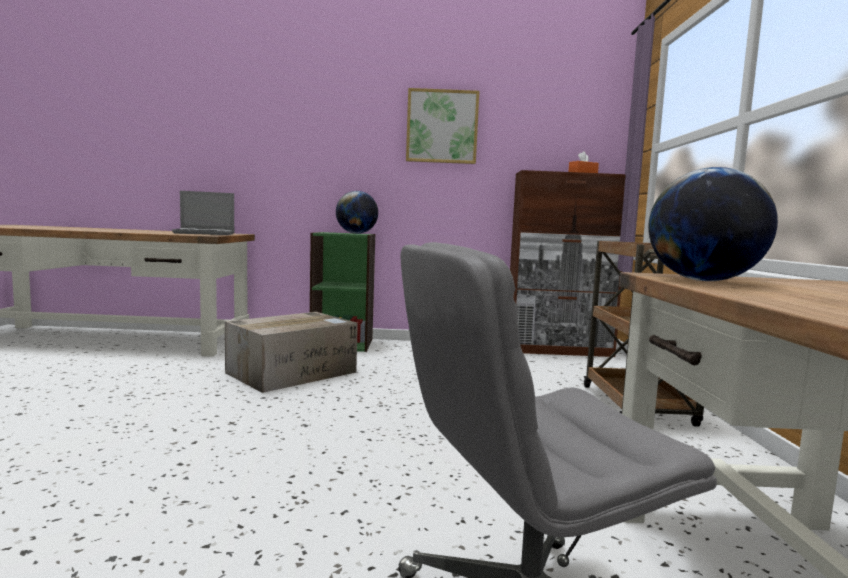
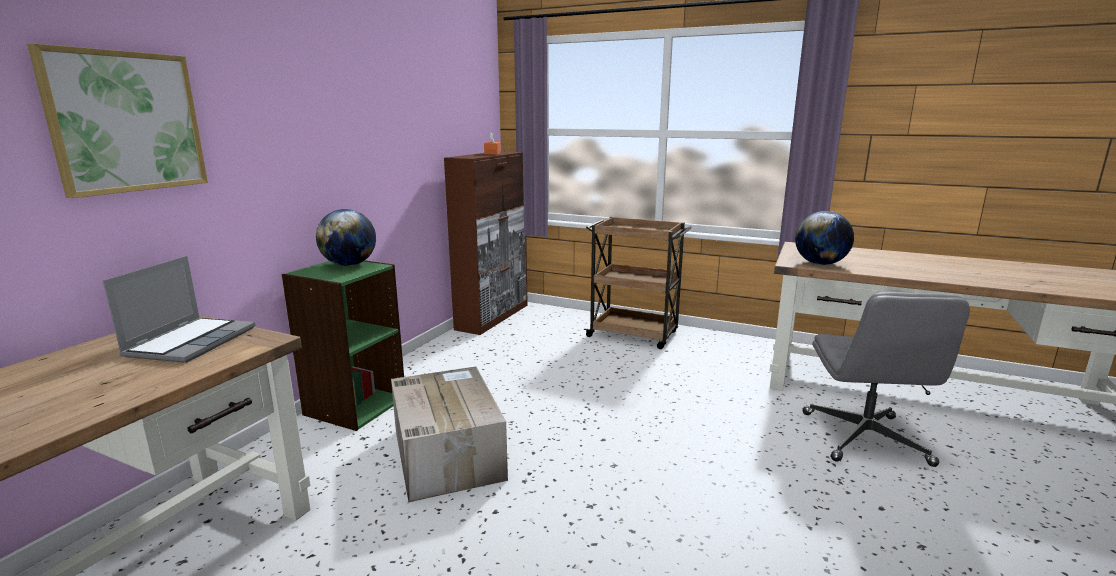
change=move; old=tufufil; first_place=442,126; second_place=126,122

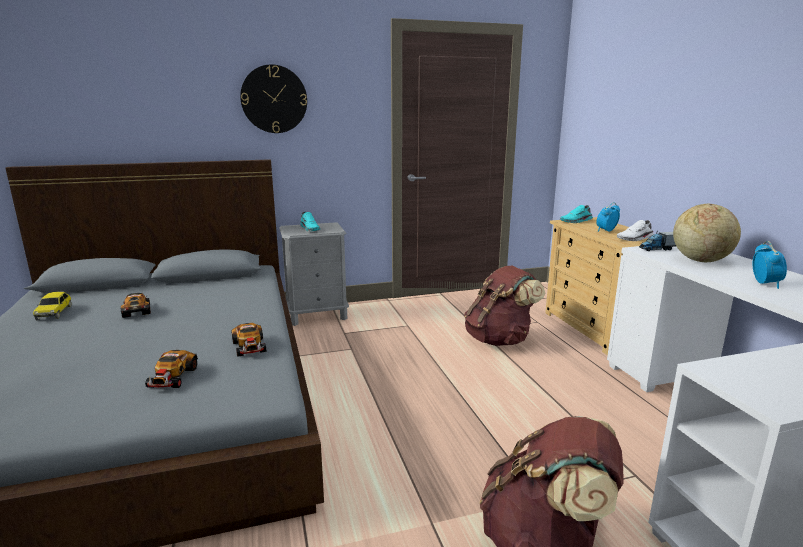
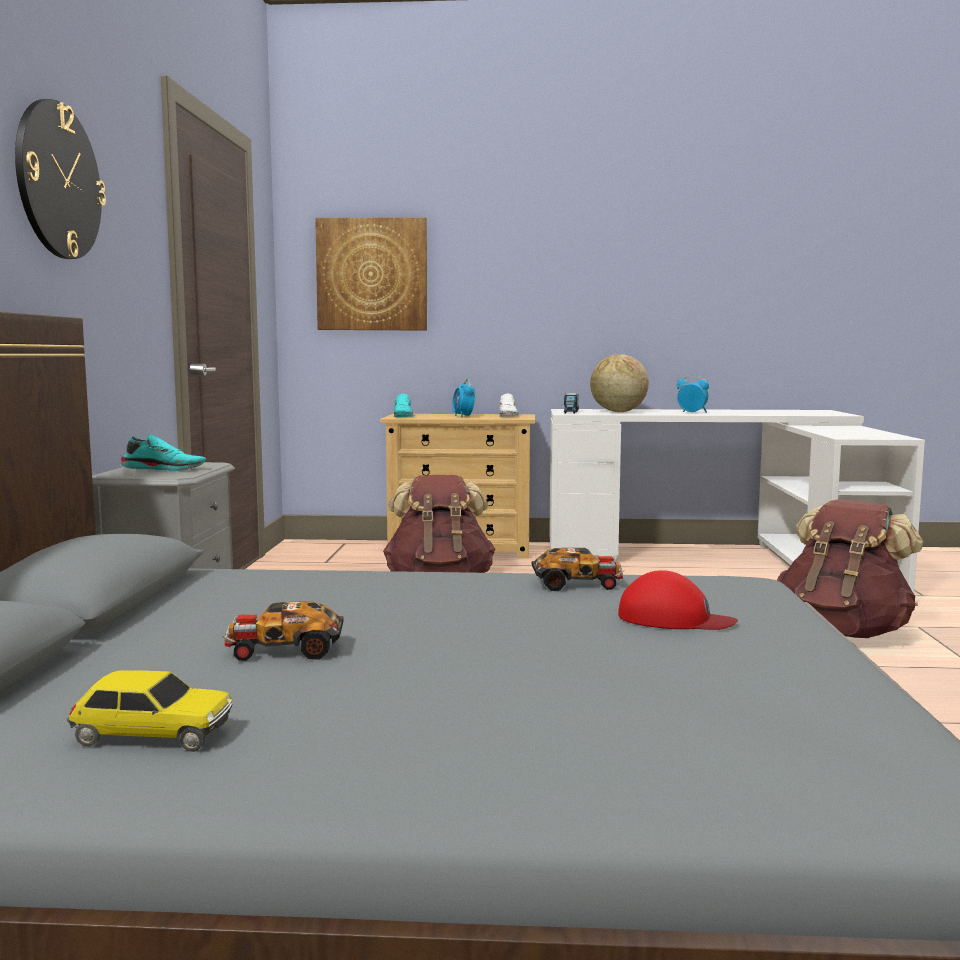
change=insert; new=tufufil; second_place=372,274
change=replace; old=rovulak; new=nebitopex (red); first_place=172,377; second_place=674,619

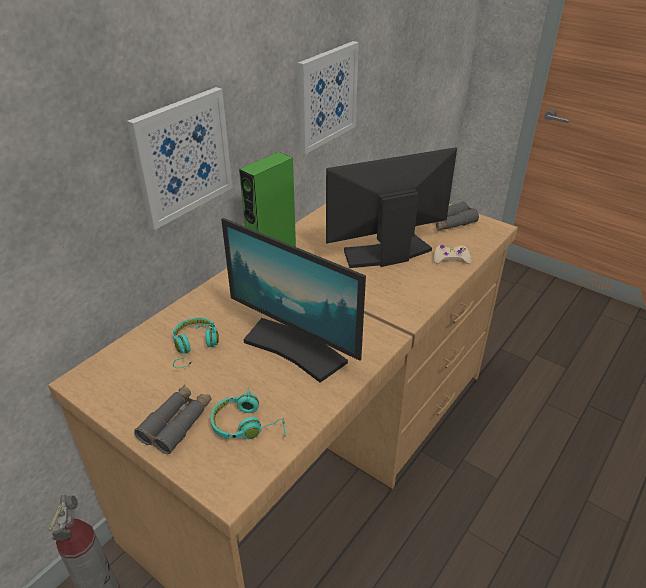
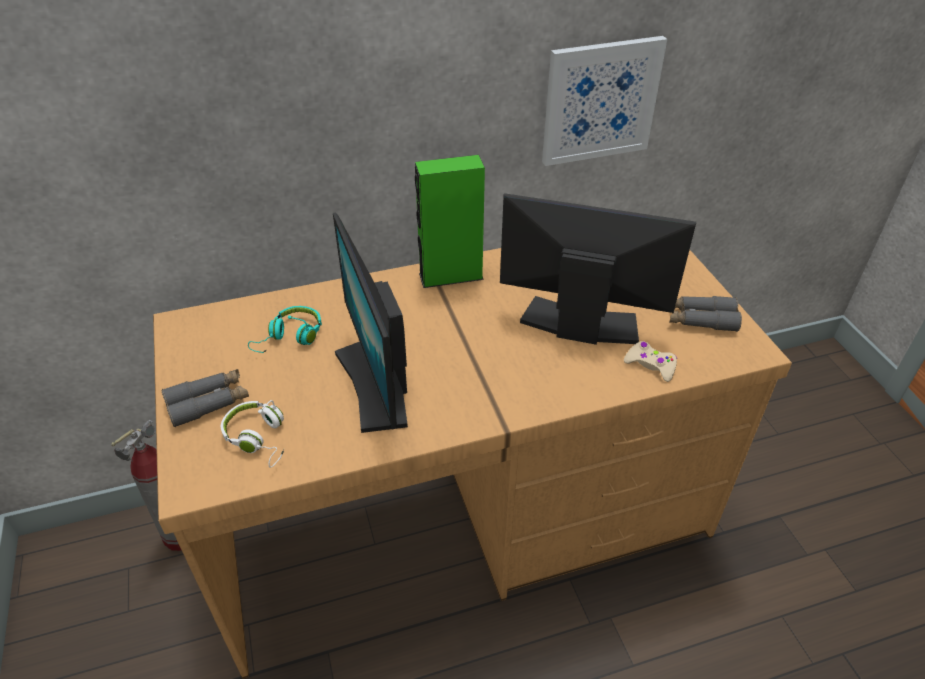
change=recolor; old=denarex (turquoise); new=denarex (white); first_place=248,425; second_place=259,438
change=delete; old=tufufil; first_place=182,157

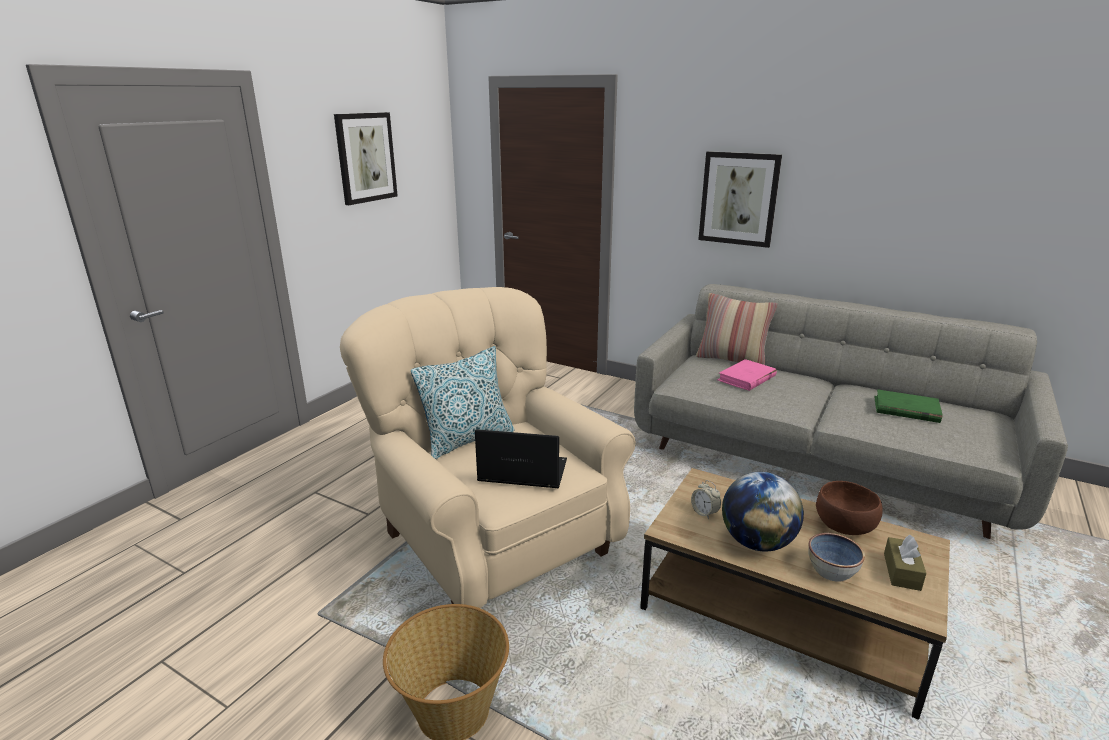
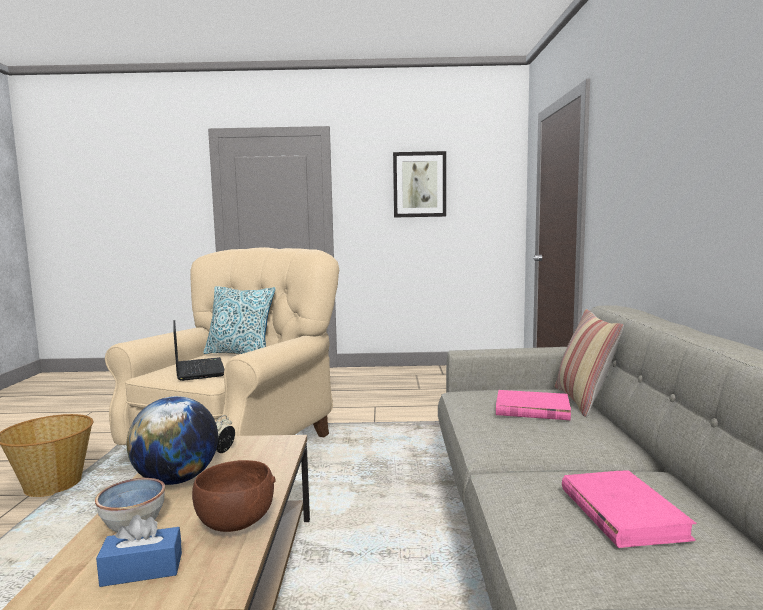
change=recolor; old=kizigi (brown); new=kizigi (blue); first_place=901,571; second_place=142,569
change=recolor; old=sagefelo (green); new=sagefelo (pink); first_place=906,409; second_place=622,513
change=delete; old=tufufil; first_place=738,199

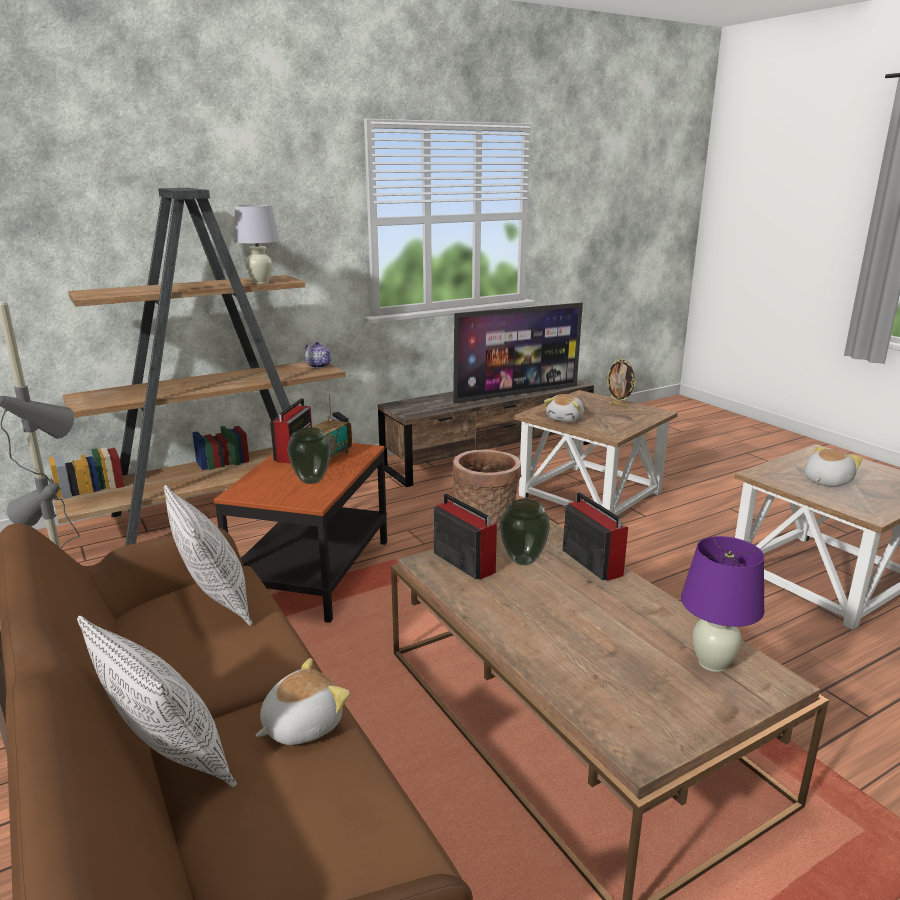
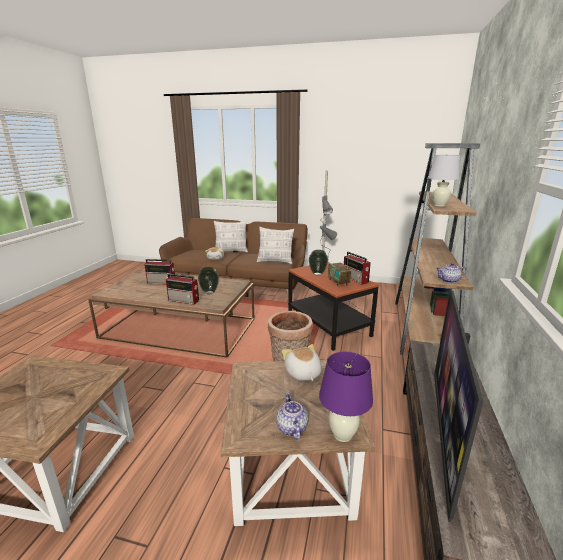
change=move; old=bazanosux; first_place=463,562; second_place=162,282
change=replace; old=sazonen; new=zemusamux; first_place=618,405; second_place=291,428
change=move; old=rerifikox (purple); first_place=712,663; second_place=343,435
change=delete; old=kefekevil; first_place=825,481

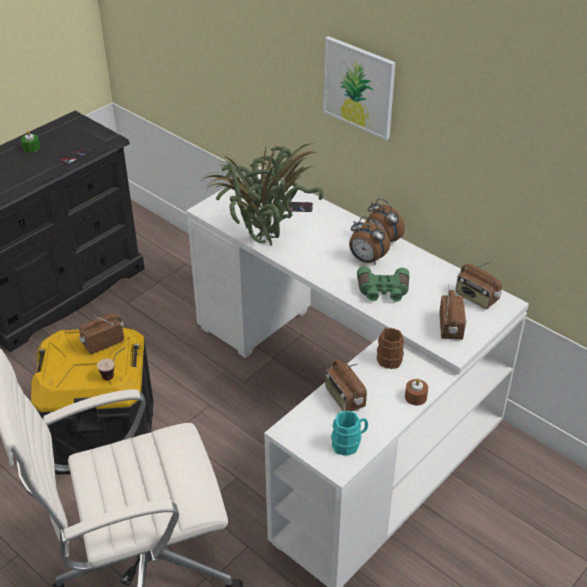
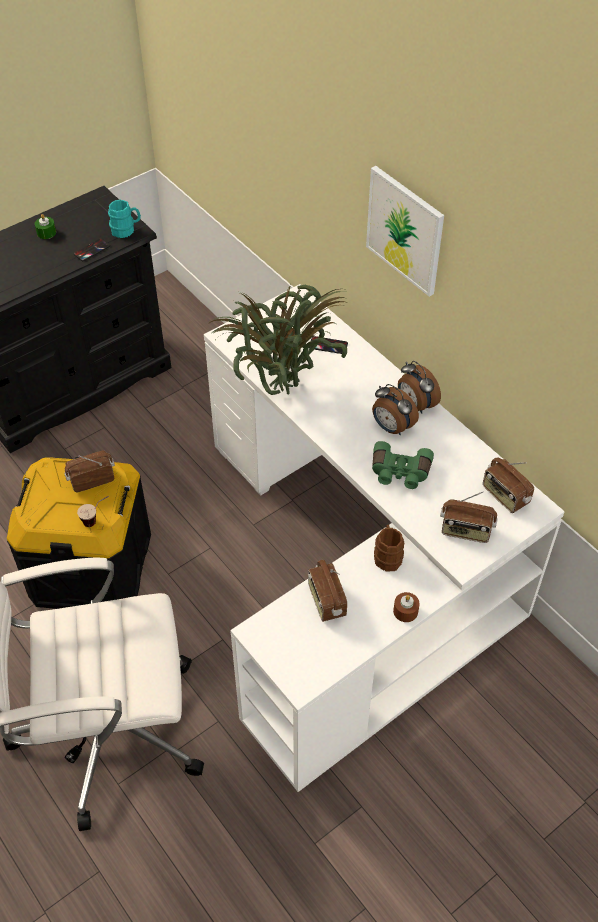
change=move; old=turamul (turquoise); first_place=349,443; second_place=126,230
change=rotate; old=bazanosux; first_place=451,328; second_place=465,531; degrees=90

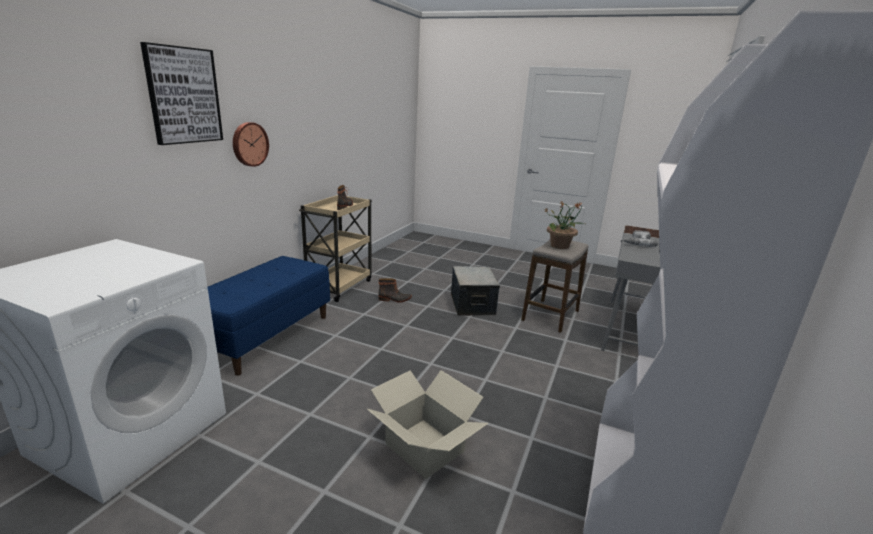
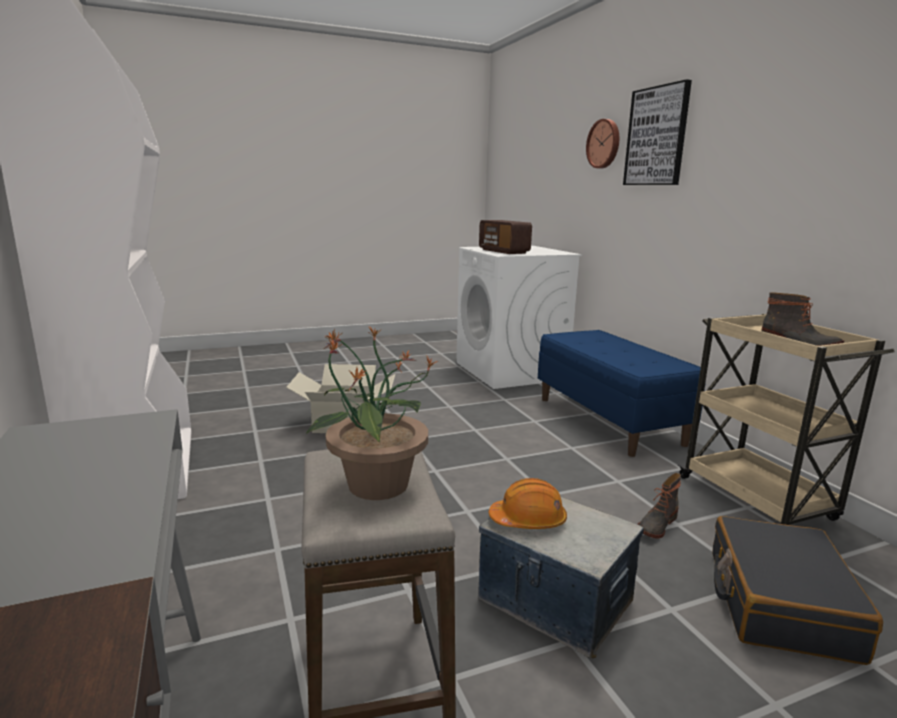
change=insert; new=bazanosux; second_place=504,251
change=insert; new=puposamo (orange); second_place=528,520
change=move; old=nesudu; first_place=249,144; second_place=604,144
change=insert; new=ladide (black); second_place=779,603
change=delete; old=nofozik; first_place=637,242

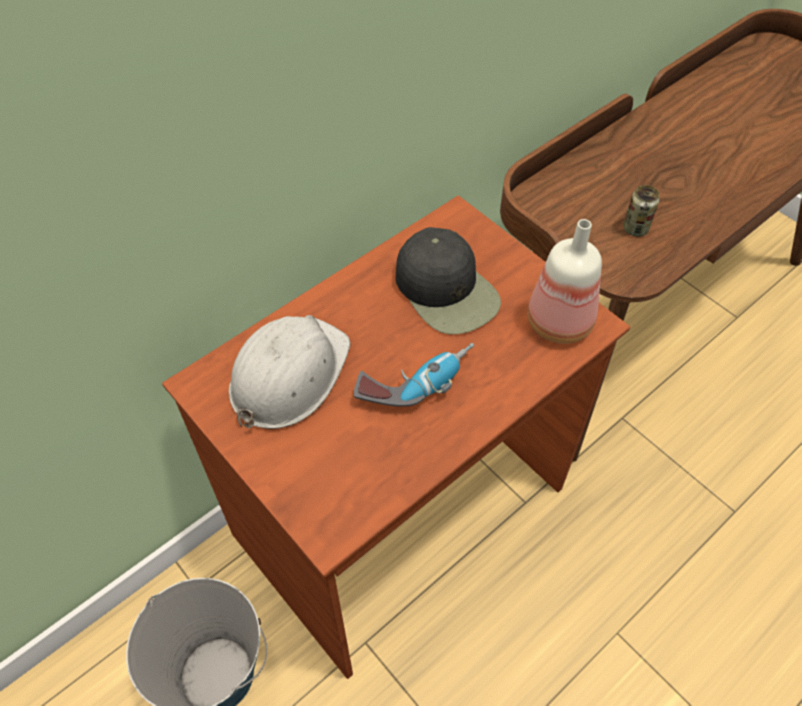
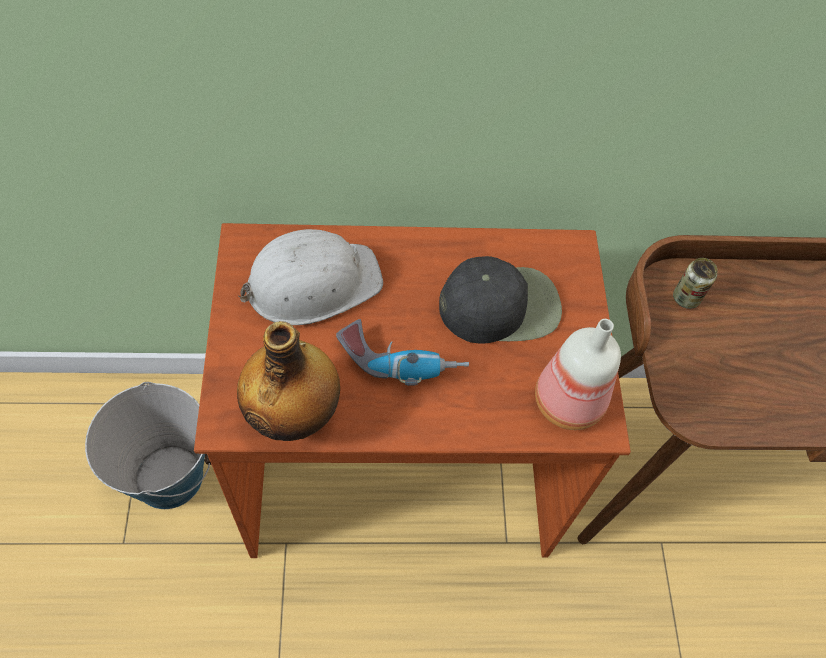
change=insert; new=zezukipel; second_place=294,414
change=rotate; old=nebitopex (black); first_place=447,290; second_place=500,305; degrees=-105
change=move; old=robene; first_place=635,229; second_place=686,298

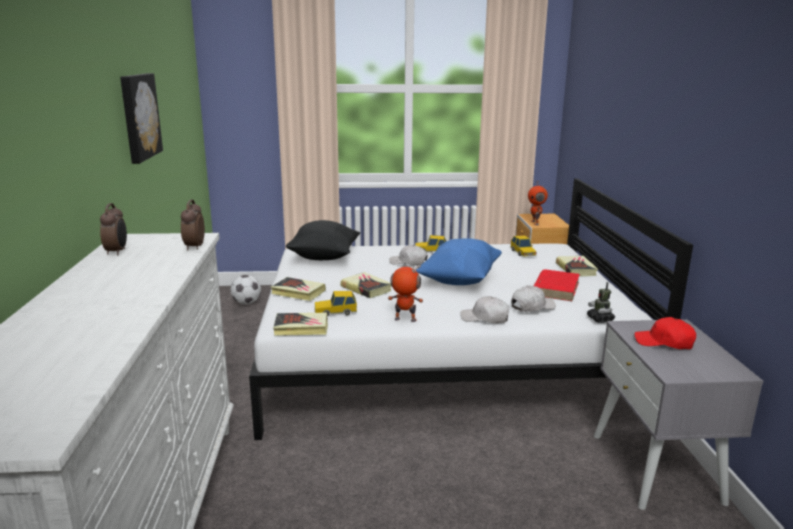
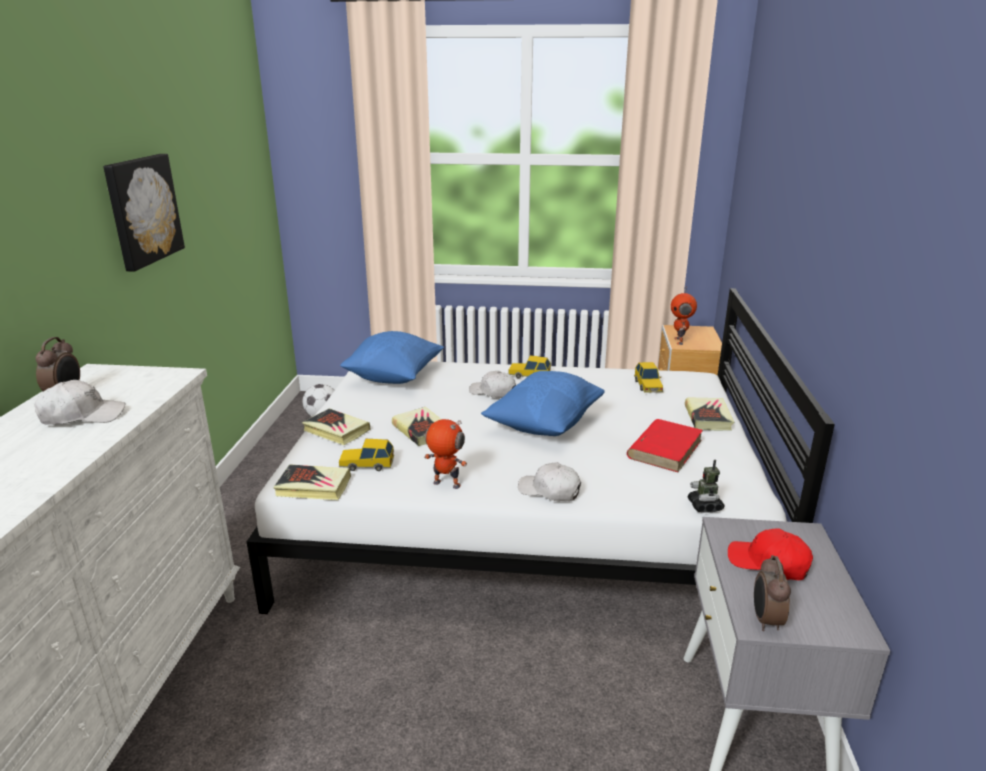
change=move; old=nebitopex (white); first_place=532,307; second_place=82,416
change=recolor; old=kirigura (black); new=kirigura (blue); first_place=325,257; second_place=394,378
change=move; old=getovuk; first_place=194,247; second_place=765,620

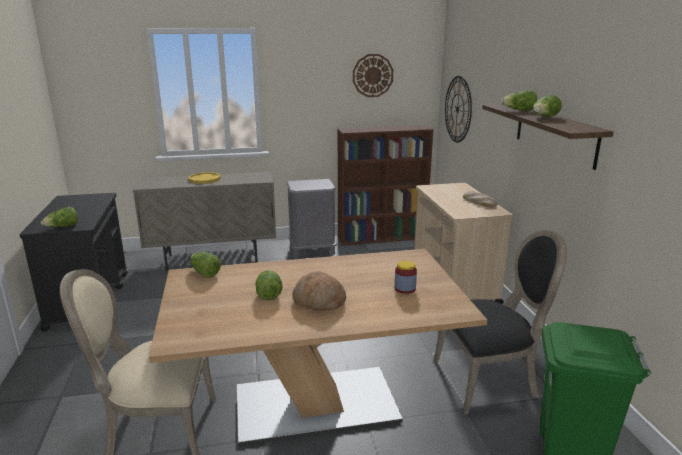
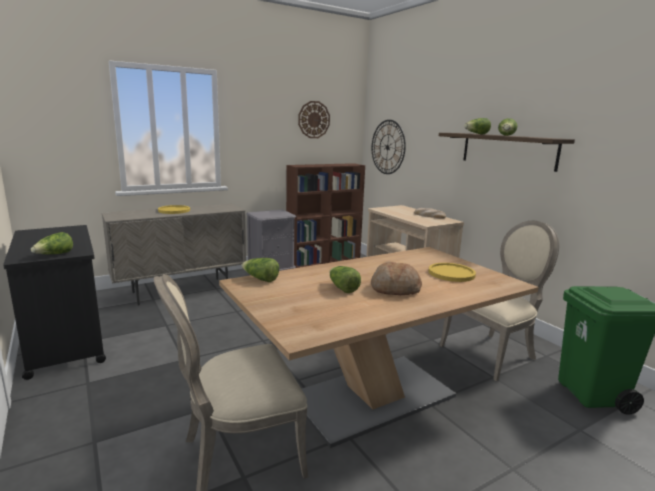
change=replace; old=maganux; new=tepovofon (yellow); first_place=405,288; second_place=451,273
change=recolor; old=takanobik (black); new=takanobik (beige); first_place=489,380; second_place=492,353

